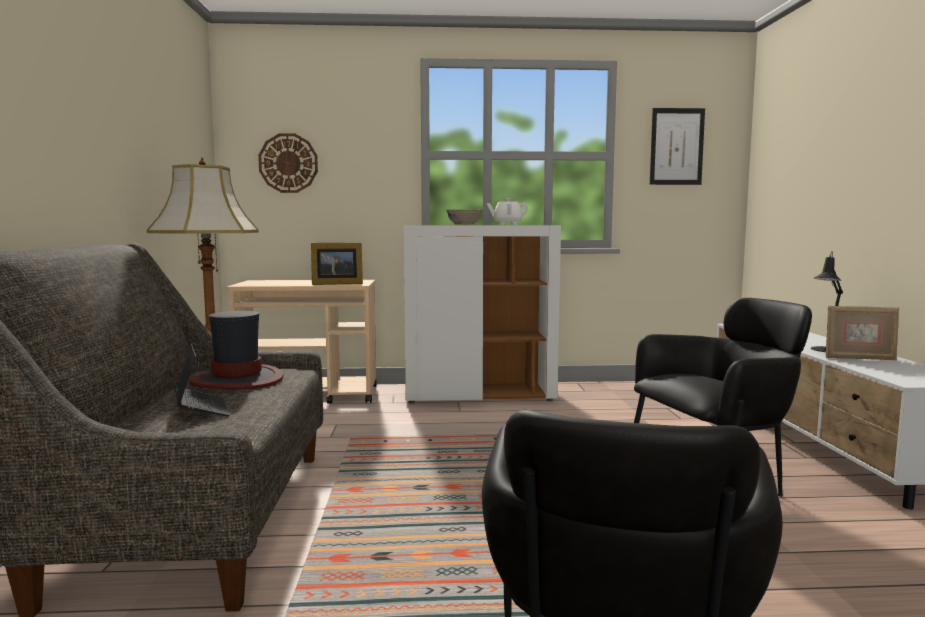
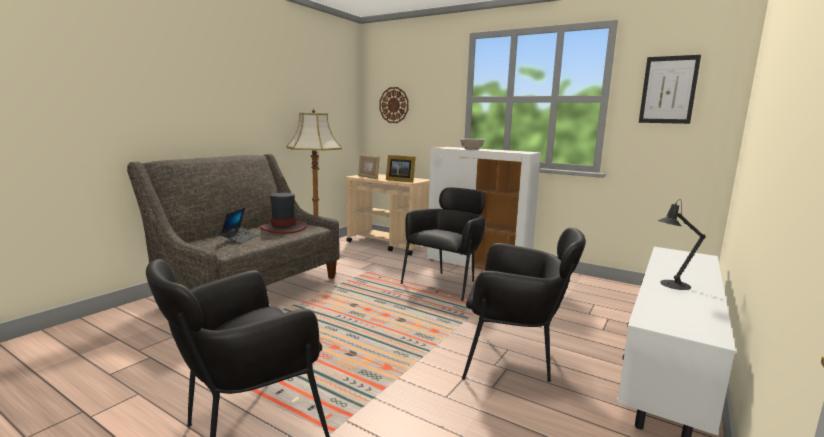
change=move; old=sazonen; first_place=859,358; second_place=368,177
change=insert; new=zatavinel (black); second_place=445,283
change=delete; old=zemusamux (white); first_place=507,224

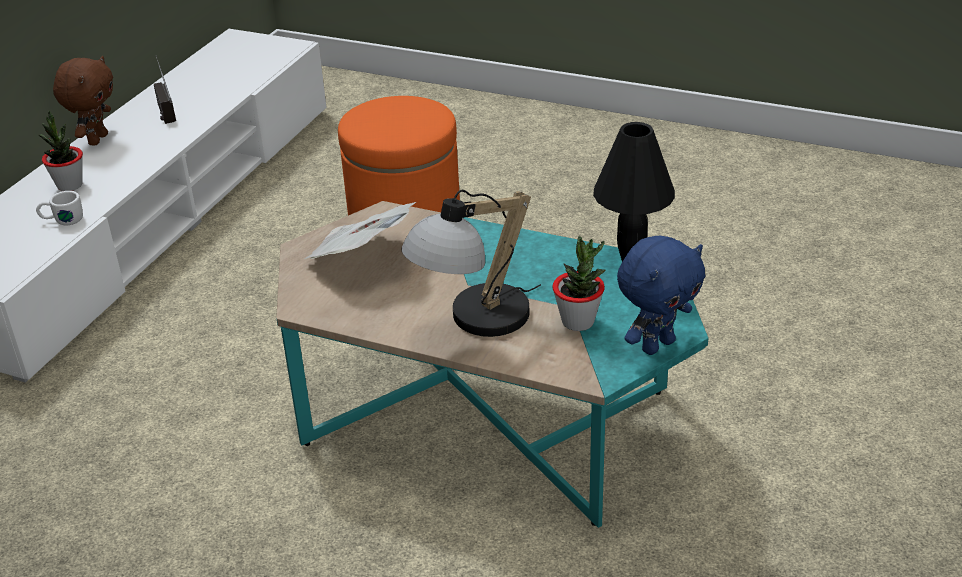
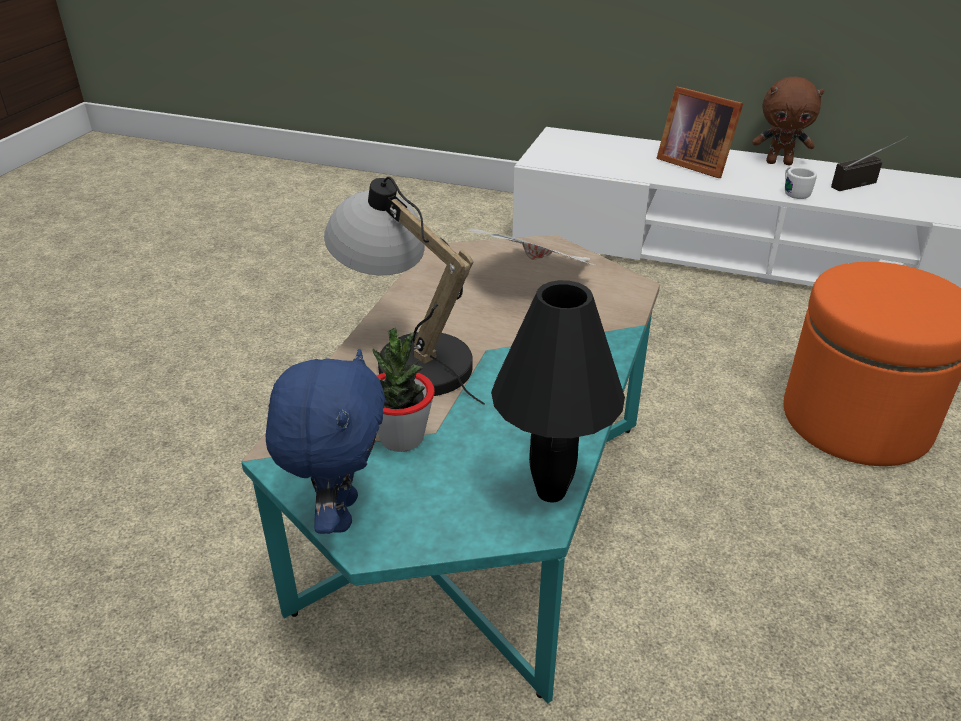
change=rotate; old=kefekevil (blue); first_place=657,345; second_place=339,513; degrees=-135
change=replace; old=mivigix; new=sazonen; first_place=70,185; second_place=693,163
change=move; old=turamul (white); first_place=62,220; second_place=793,191

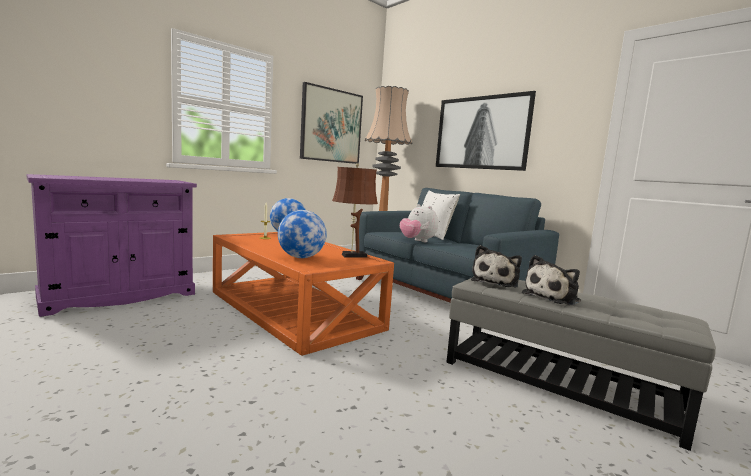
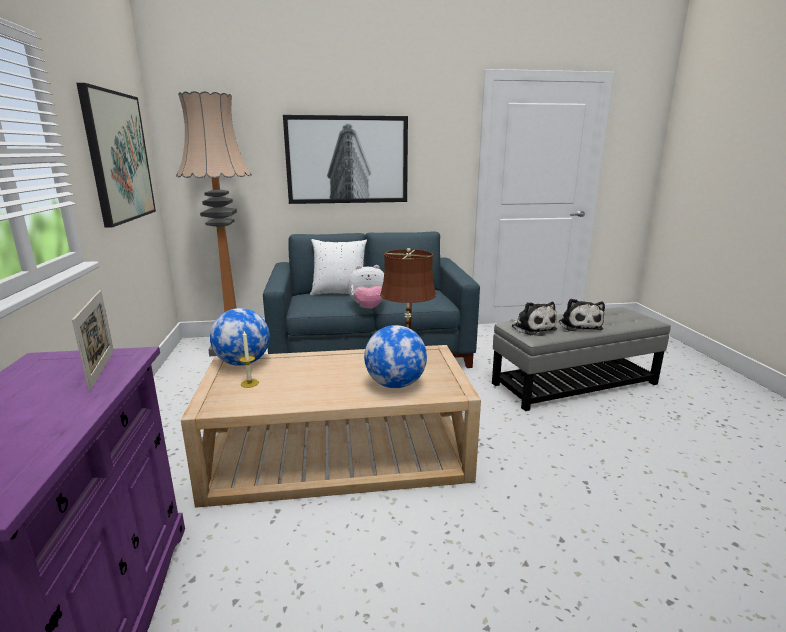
change=insert; new=sazonen; second_place=102,369
change=recolor; old=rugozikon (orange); new=rugozikon (beige); first_place=294,309; second_place=338,452

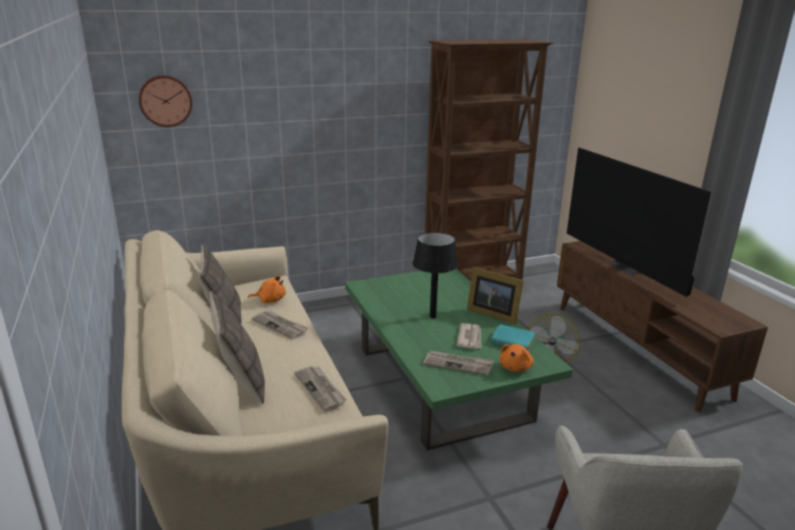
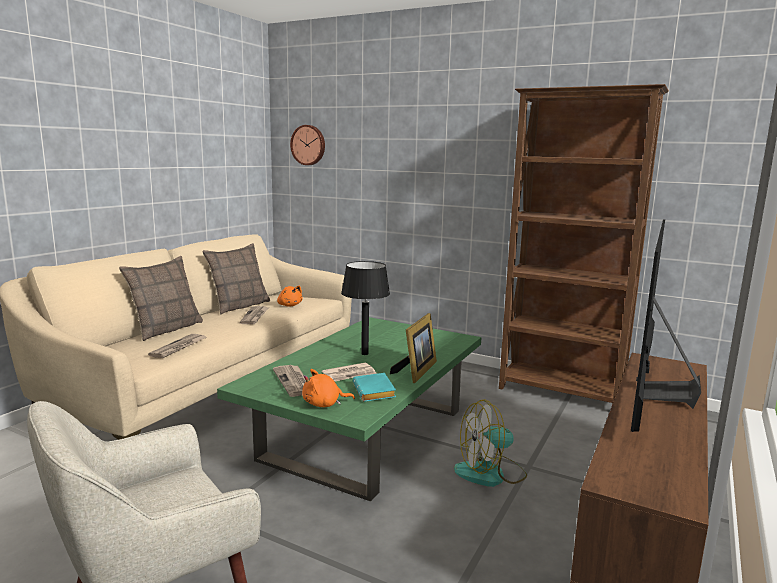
change=rotate; old=sazonen; first_place=492,313; second_place=416,371; degrees=-150

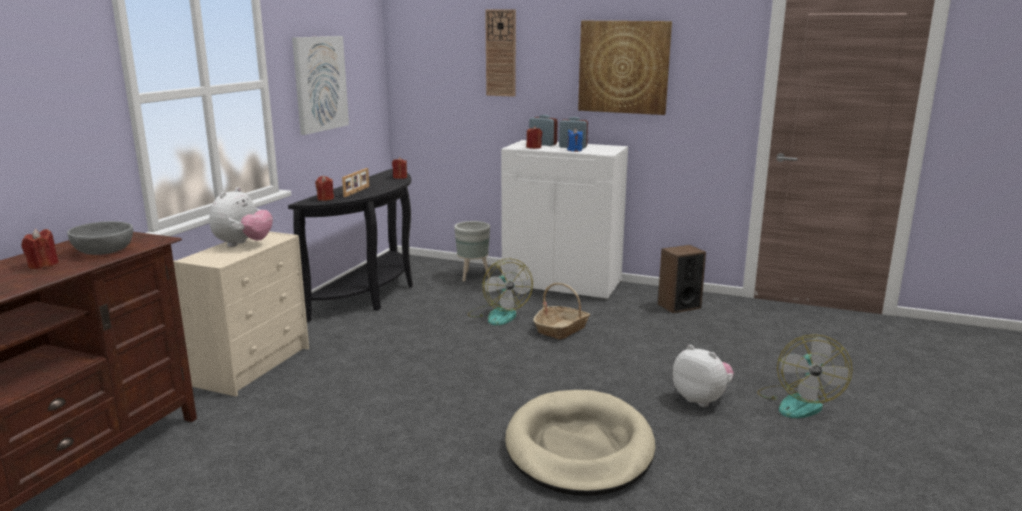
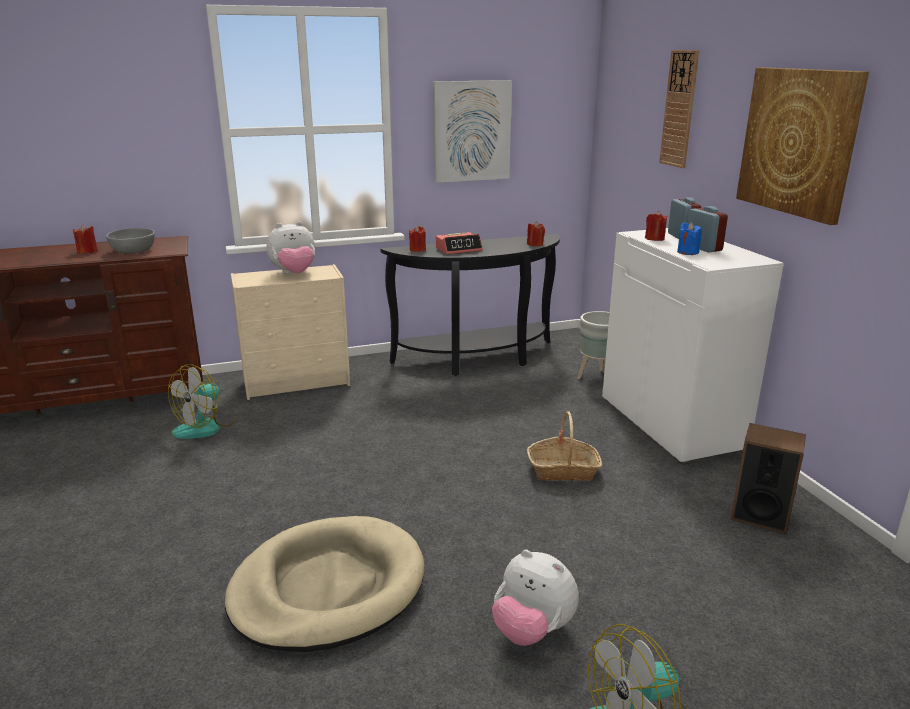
change=move; old=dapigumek; first_place=498,314; second_place=206,426
change=replace; old=sazonen; new=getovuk; first_place=357,191; second_place=459,249
change=rotate; old=kefekevil; first_place=701,399; second_place=532,630; degrees=120

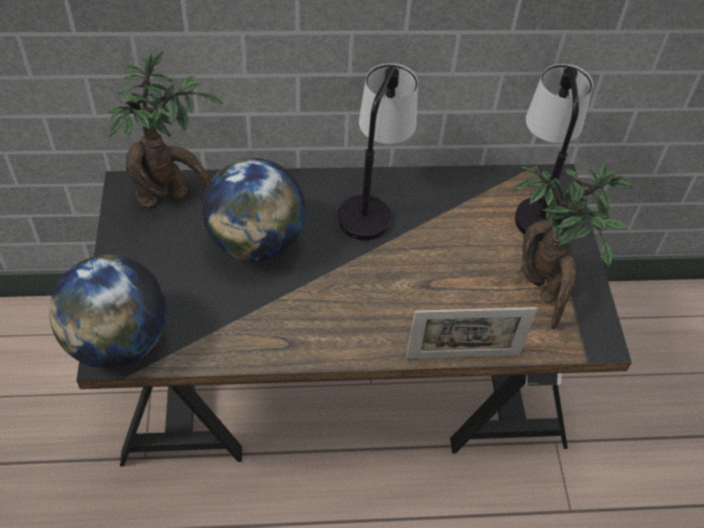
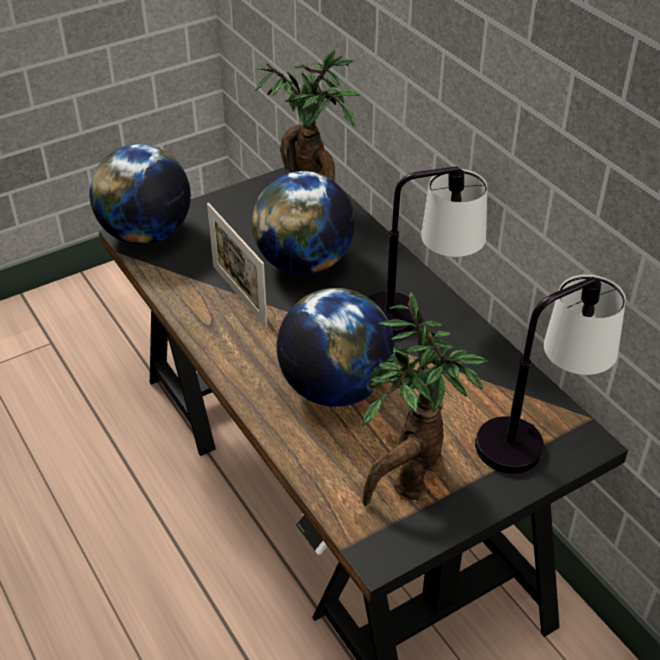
change=move; old=sazonen; first_place=463,356; second_place=239,295
change=insert; new=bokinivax; second_place=335,388

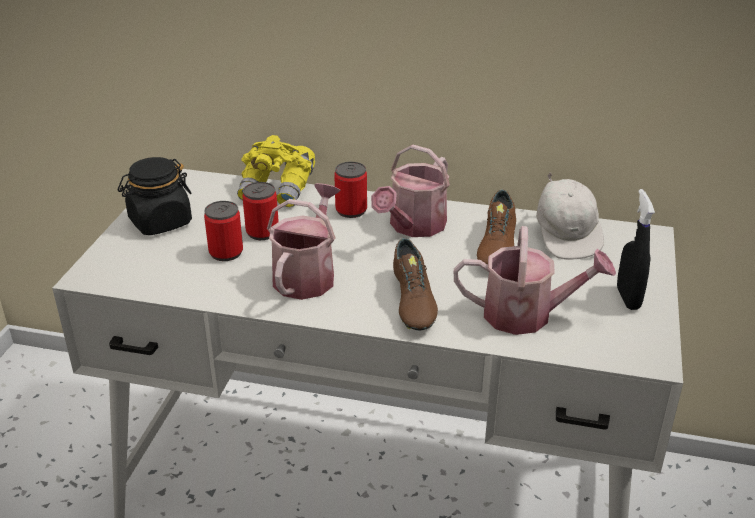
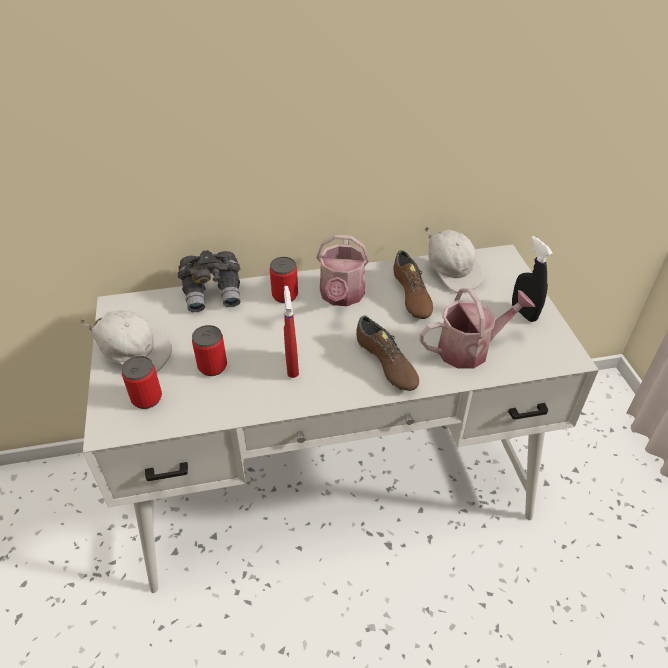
change=replace; old=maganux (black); new=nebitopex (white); first_place=160,222; second_place=134,354
change=move; old=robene; first_place=262,232; second_place=147,398
change=recolor; old=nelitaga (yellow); new=nelitaga (grey); first_place=278,190; second_place=213,293
change=replace; old=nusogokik; new=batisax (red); first_place=307,274; second_place=292,366

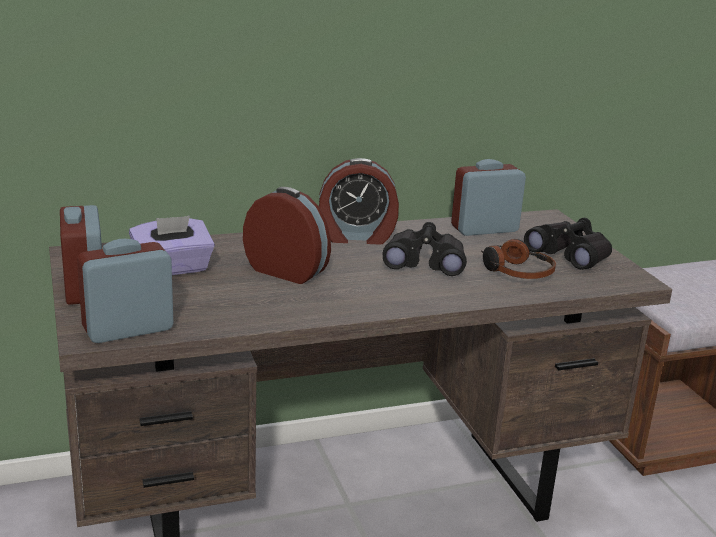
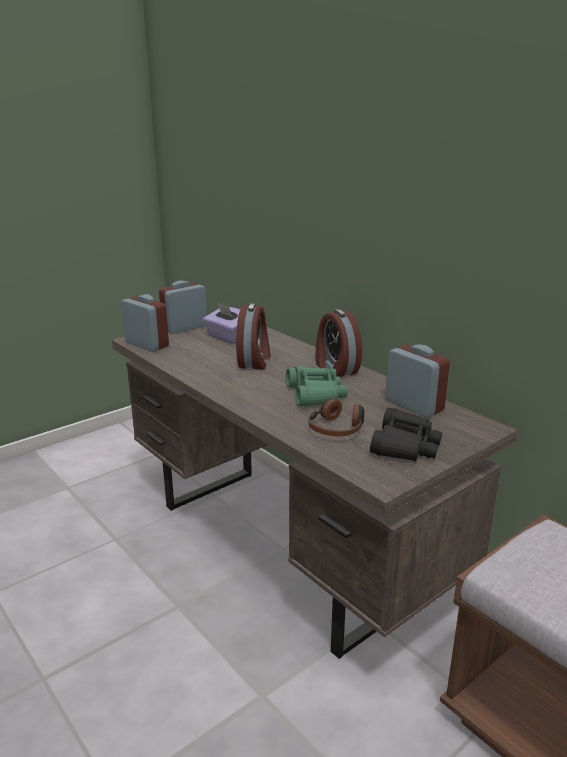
change=recolor; old=nelitaga (black); new=nelitaga (green); first_place=425,263; second_place=315,395

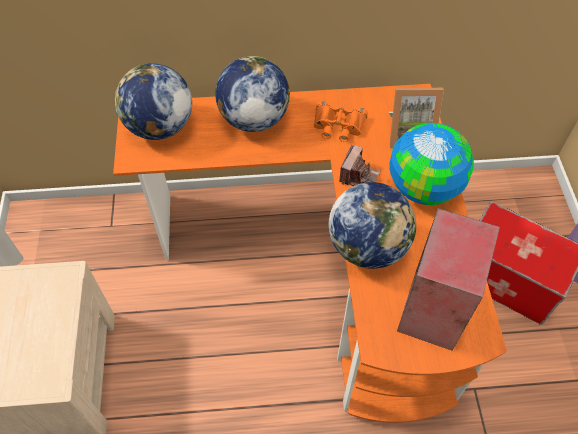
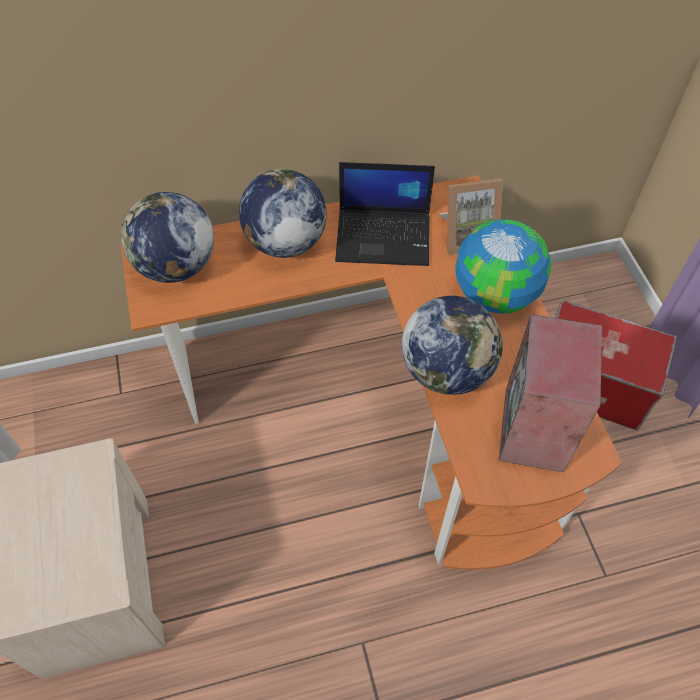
change=replace; old=nelitaga (orange); new=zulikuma; first_place=338,125; second_place=384,237
change=delete; old=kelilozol; first_place=359,176

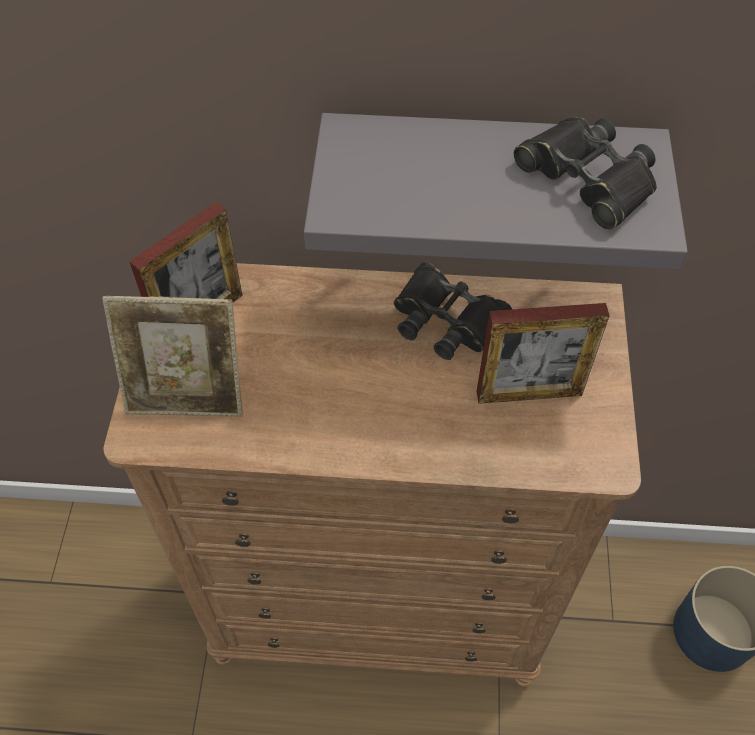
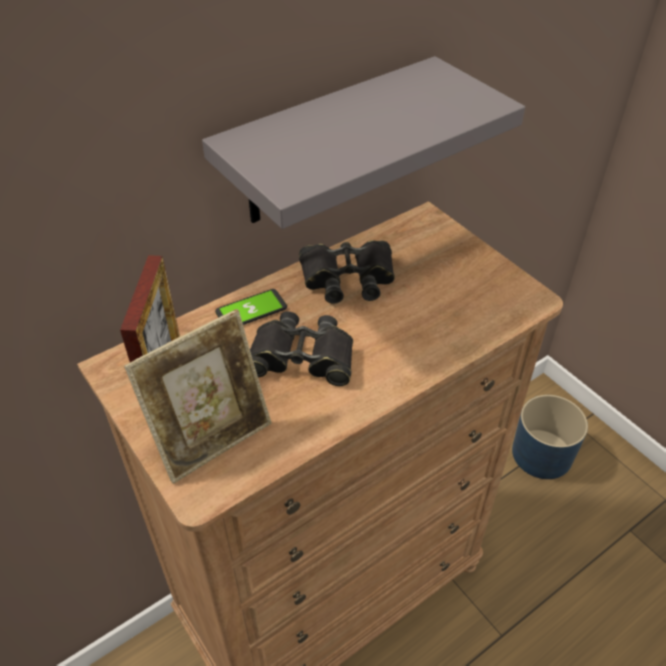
change=insert; new=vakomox; second_place=251,310
change=move; old=nelitaga (black); first_place=587,178; second_place=302,357
change=delete; old=sazonen; first_place=529,393

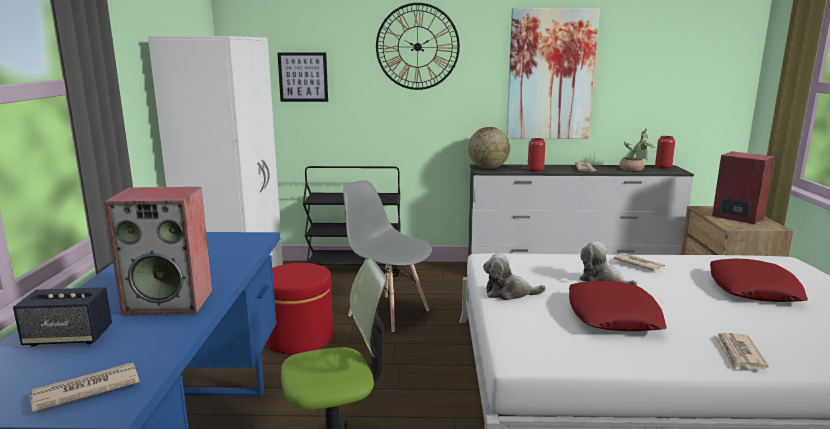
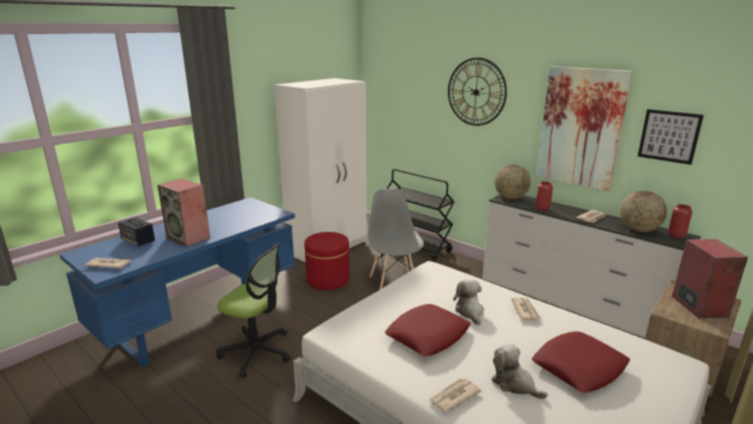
change=move; old=kefekevil; first_place=509,293; second_place=514,384
change=replace; old=mivigix; new=bokinivax; first_place=634,169; second_place=639,230
change=move; old=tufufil; first_place=303,77; second_place=669,136

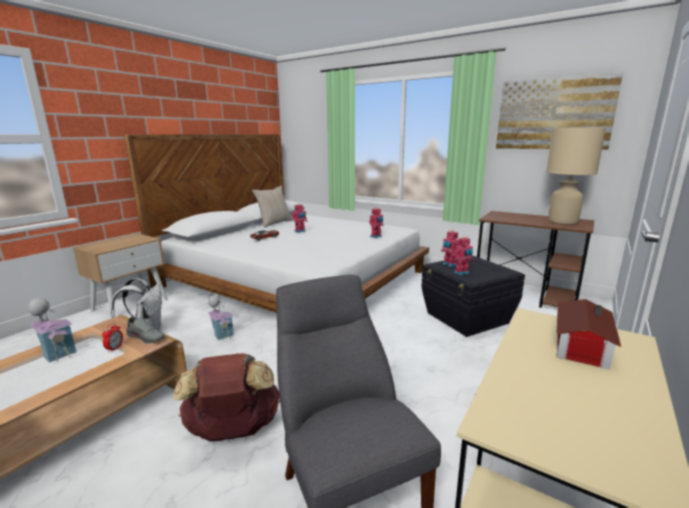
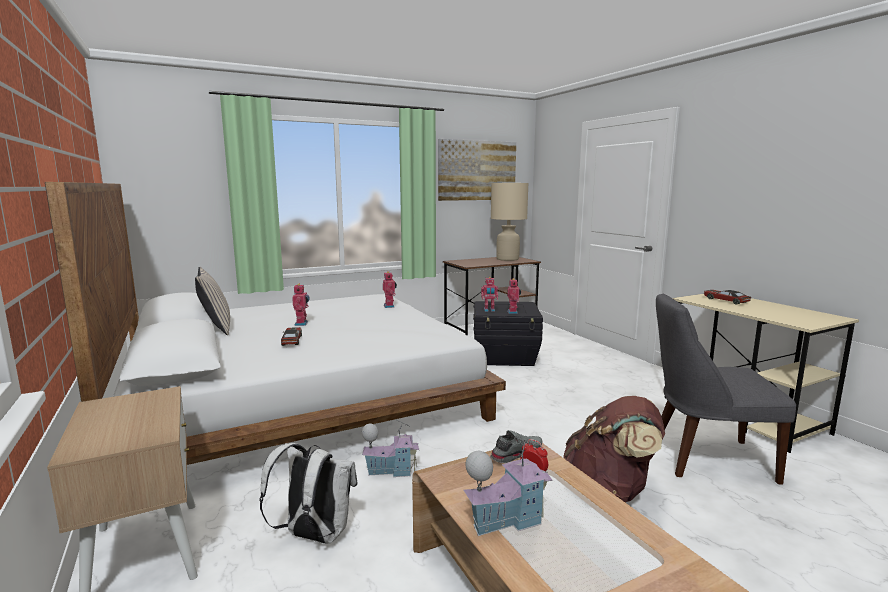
change=replace; old=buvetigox; new=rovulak; first_place=578,345; second_place=726,300

